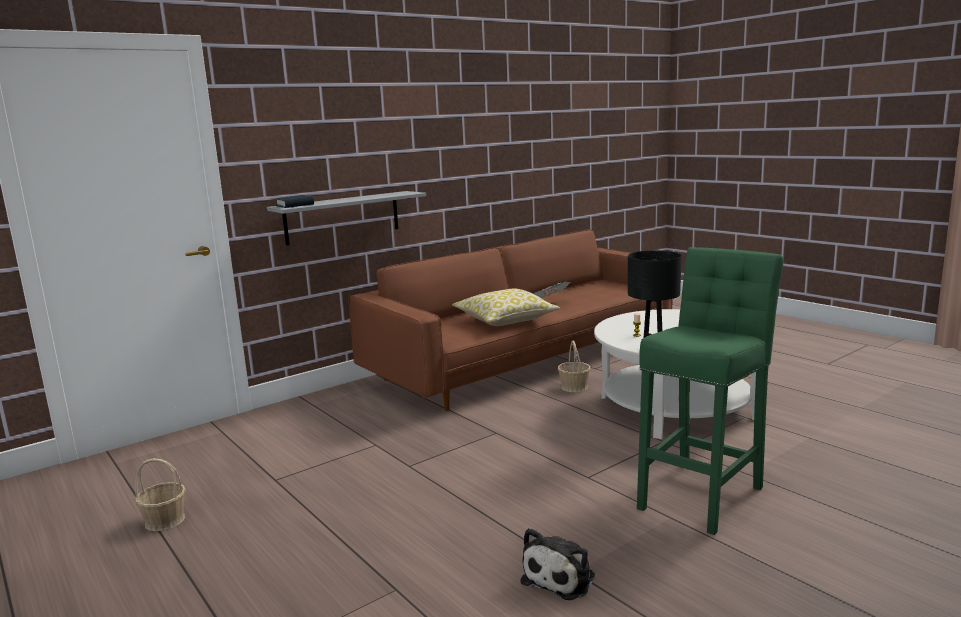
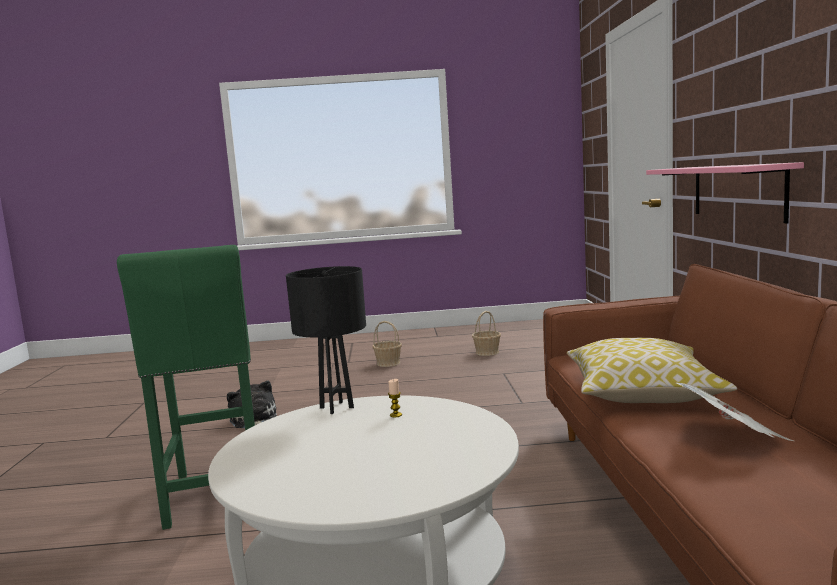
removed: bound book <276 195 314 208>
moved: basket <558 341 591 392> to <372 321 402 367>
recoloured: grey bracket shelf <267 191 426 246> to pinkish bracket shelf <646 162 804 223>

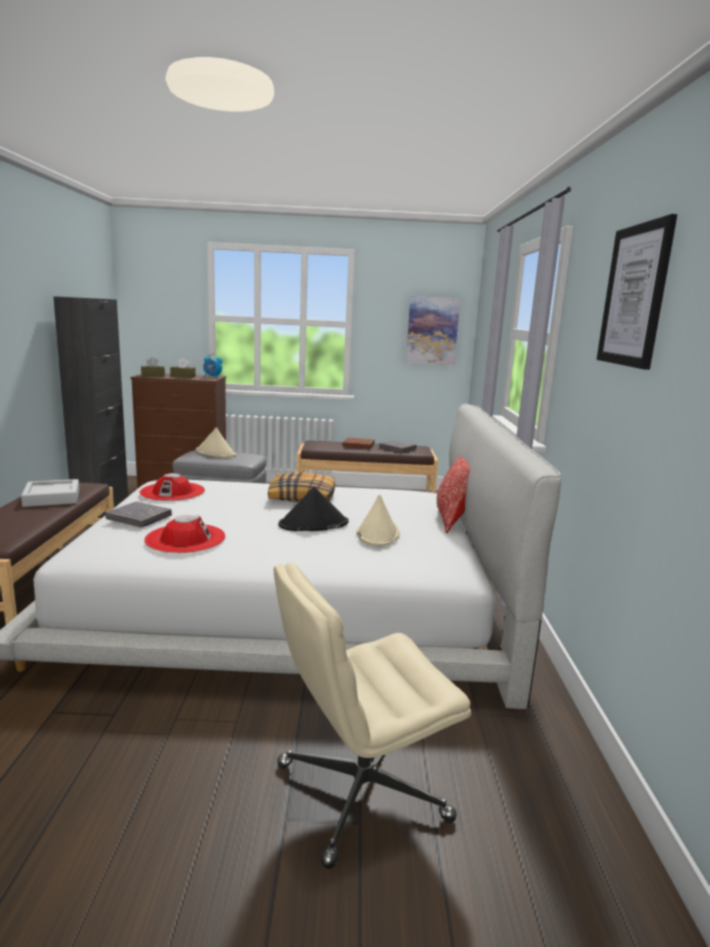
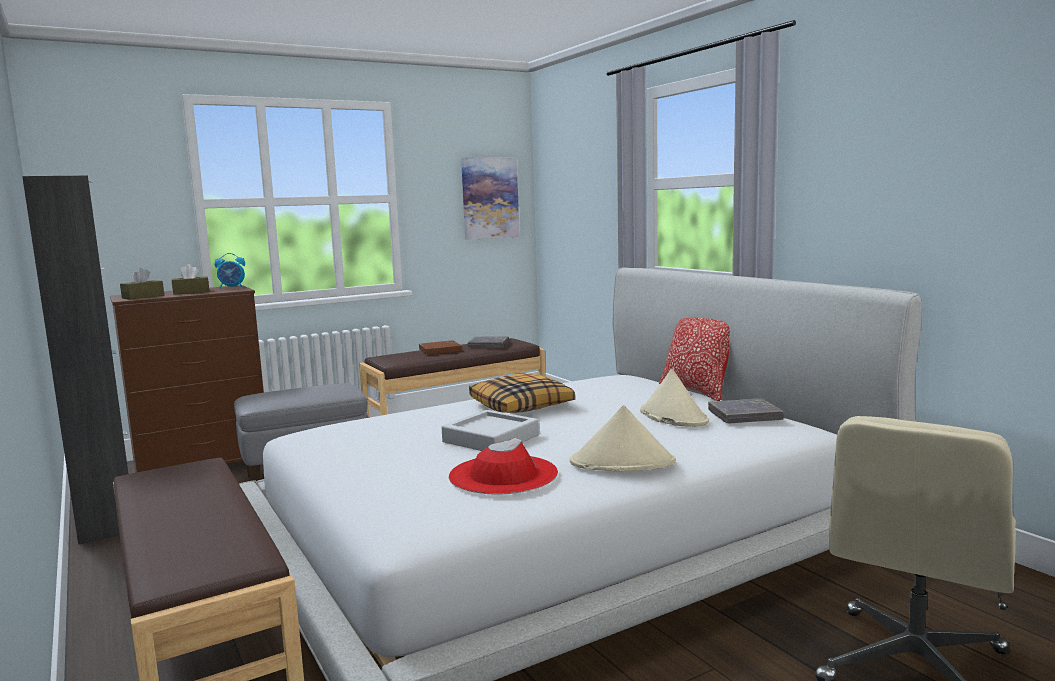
removed: picture <597 214 677 370>; red-coloured hat <140 473 205 501>; black-coloured hat <278 486 349 531>
moved: beige-coloured hat <196 427 236 458> to <570 405 676 471>; grey carrying tray <21 479 79 507> to <441 410 539 451>; grey bound book <105 501 172 528> to <708 398 784 423>

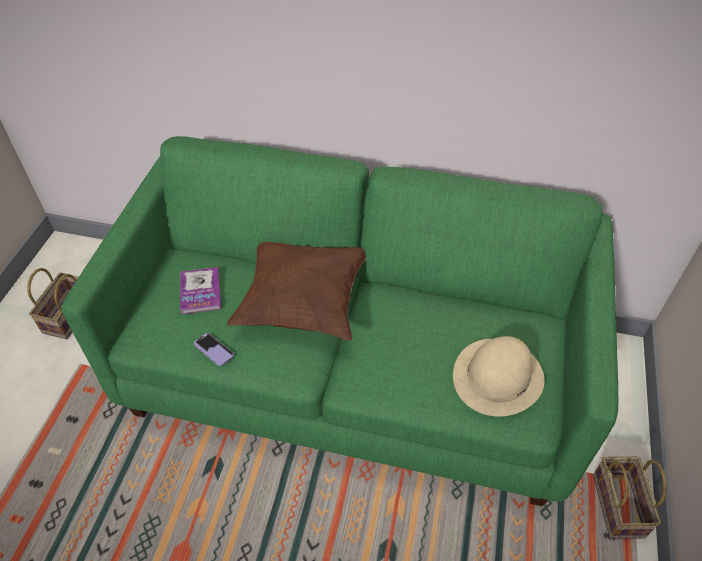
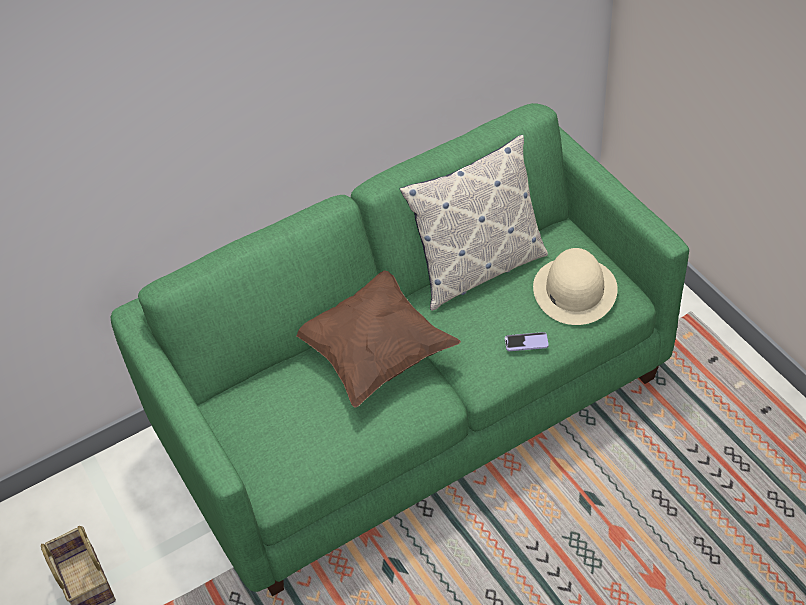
removed: bound book <180 267 221 314>; basket <593 457 667 539>
added: pillow <400 135 548 311>
moved: handset <194 333 234 366> to <505 332 549 351>

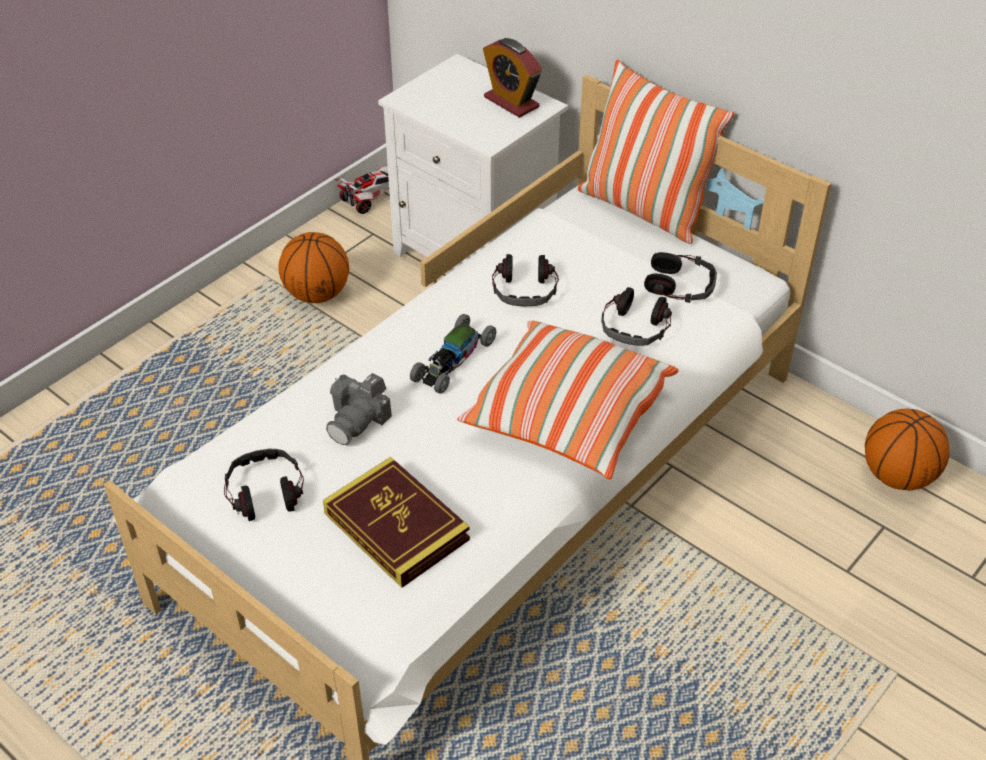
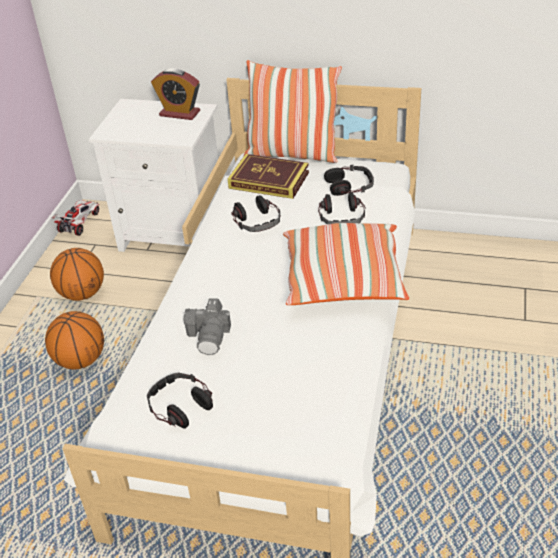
removed: miniature car <410 314 497 394>
moved: basketball <865 409 950 490> to <45 311 104 369>; bound book <323 457 470 588> to <228 154 309 199>

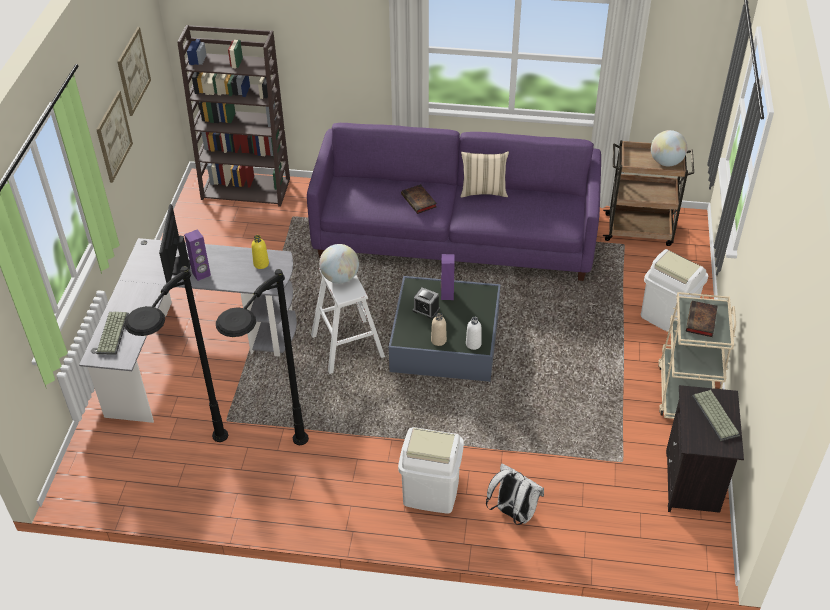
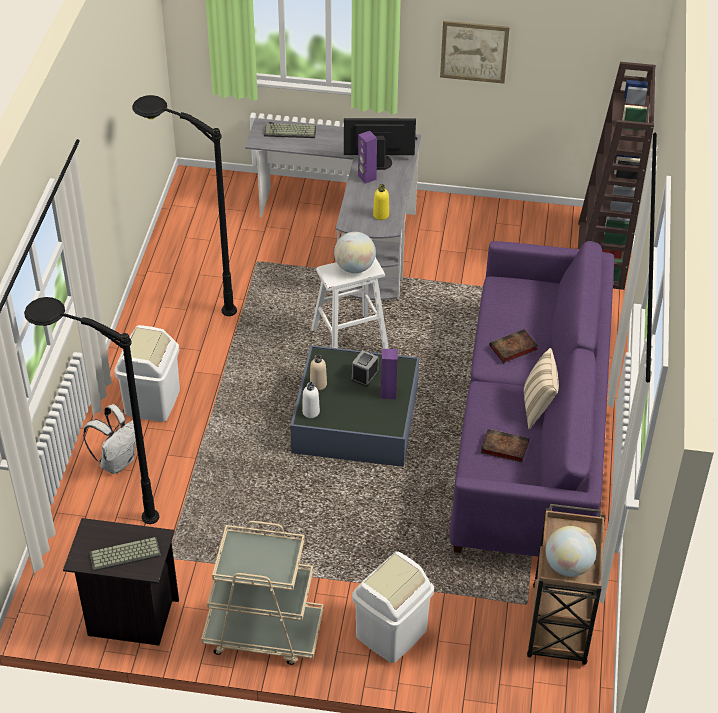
removed: picture <117 27 151 116>
moved: black-coloured floor lamp <124 266 228 442> to <24 297 159 524>; bound book <686 301 718 337> to <481 429 529 462>

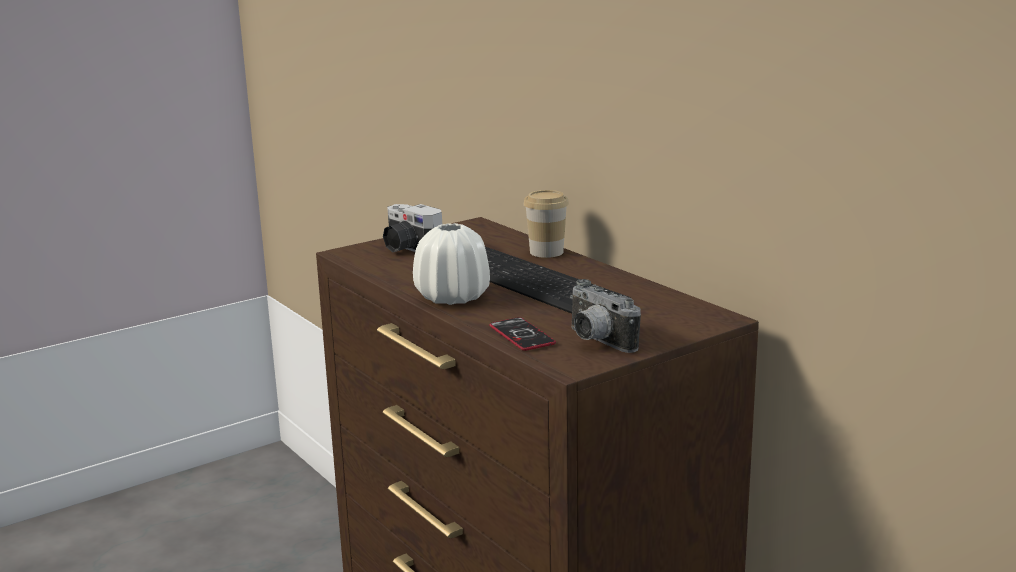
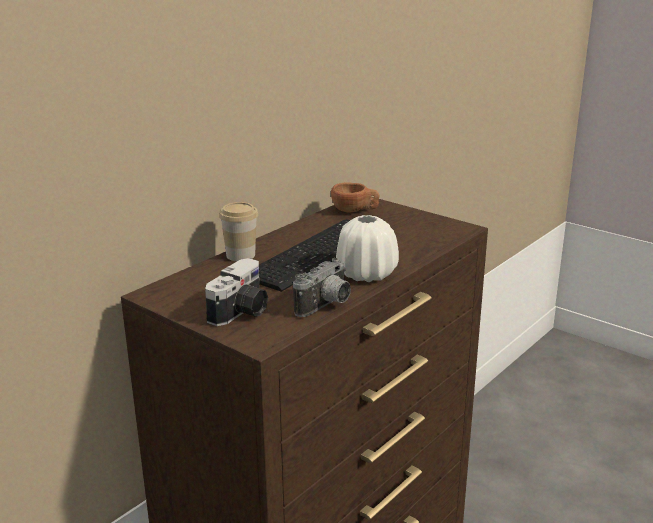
removed: handset <489 317 556 351>
added: brown cup <331 182 379 213>
moved: photo camera <570 279 641 353> to <293 258 351 317>

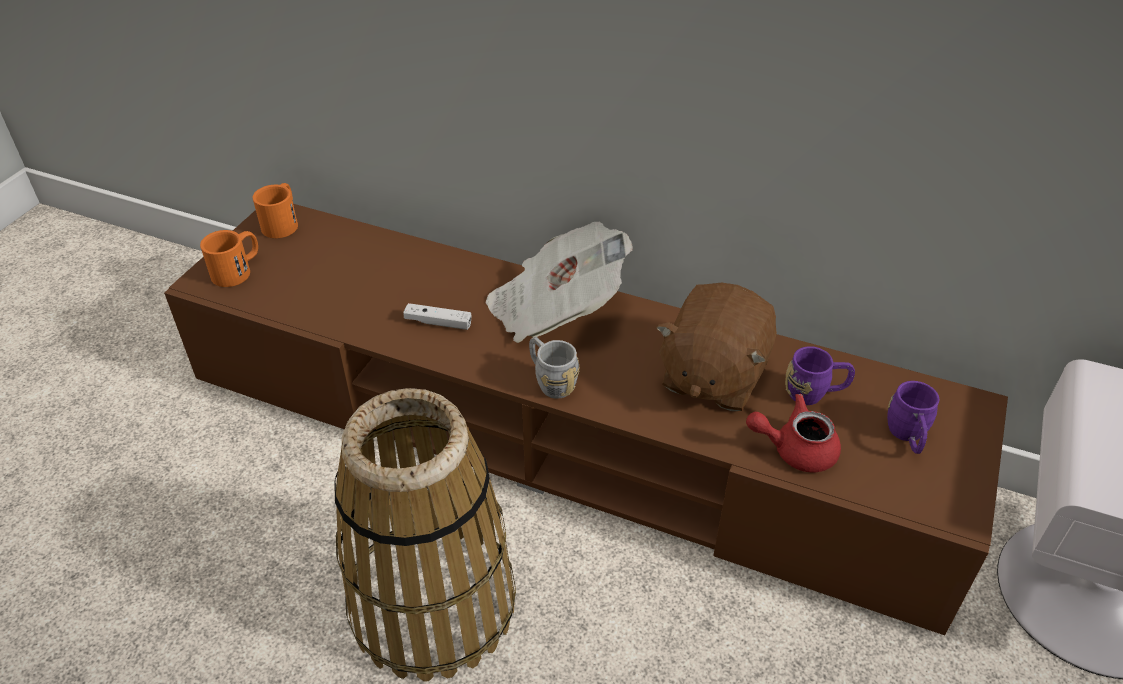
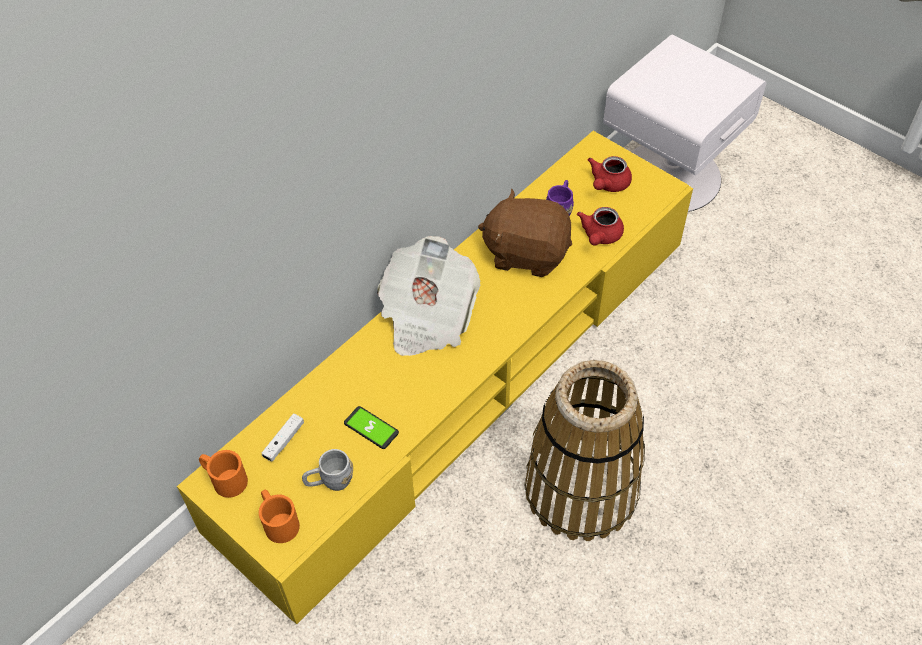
added: handset <344 406 399 449>
moved: white gamepad <403 303 471 330> to <262 414 304 462>; grey coffee mug <529 337 579 399> to <302 449 353 491>
replaced: purple-coloured coffee mug <887 381 939 454> to red-coloured tea pot <588 156 632 192>
recoloured: brown tv unit <164 204 1008 635> to yellow tv unit <177 131 693 624>
turned: brown cuddly toy <656 282 777 411> = <478 189 572 277> 150 degrees clockwise

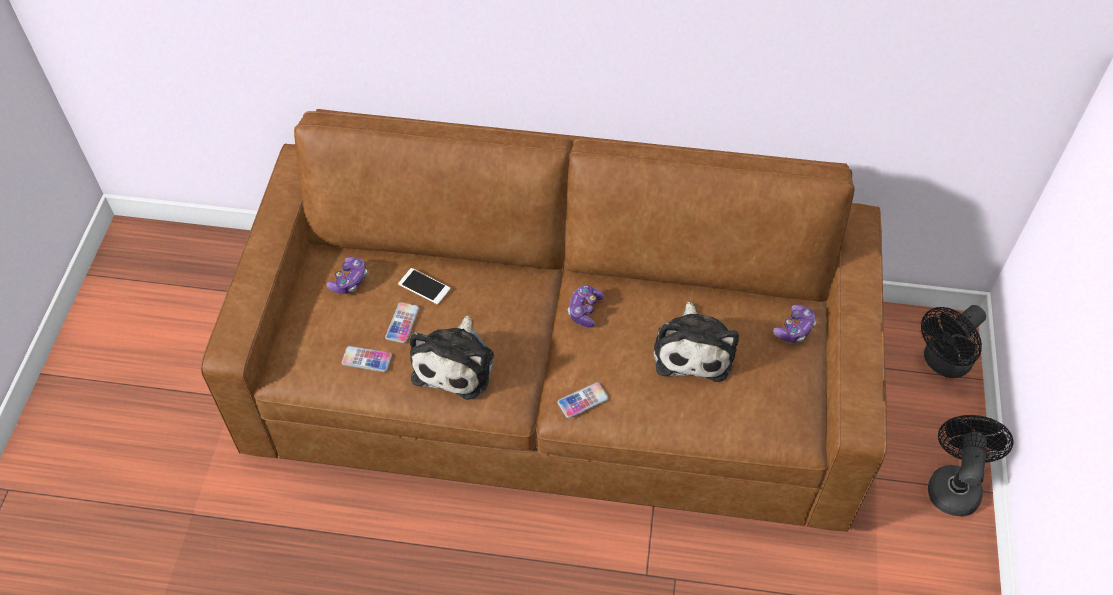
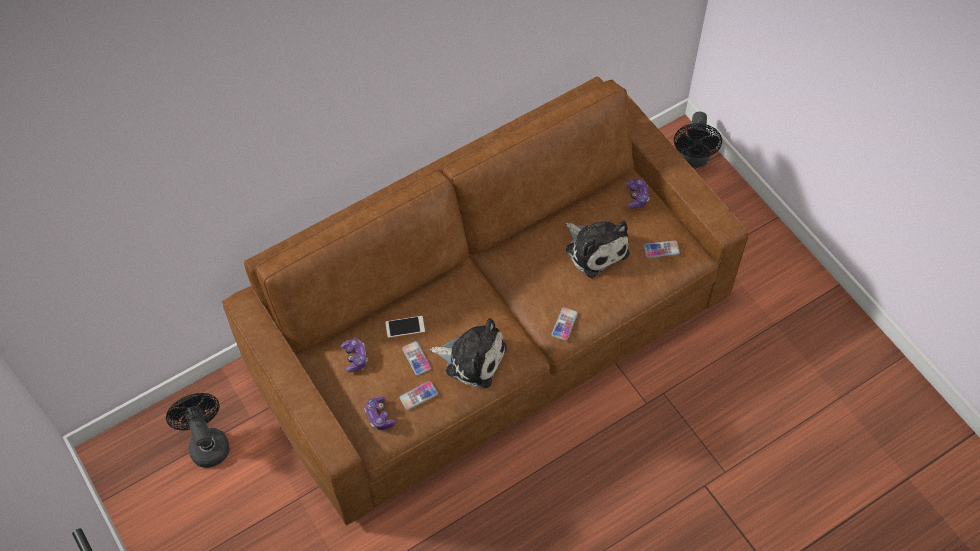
added: handset <644 241 680 258>
moved: gamepad <568 285 605 327> to <364 396 396 430>; black-coloured fan <928 415 1013 516> to <166 393 230 468>
turned: cuddly toy <409 316 494 400> = <430 318 507 388> 45 degrees counterclockwise

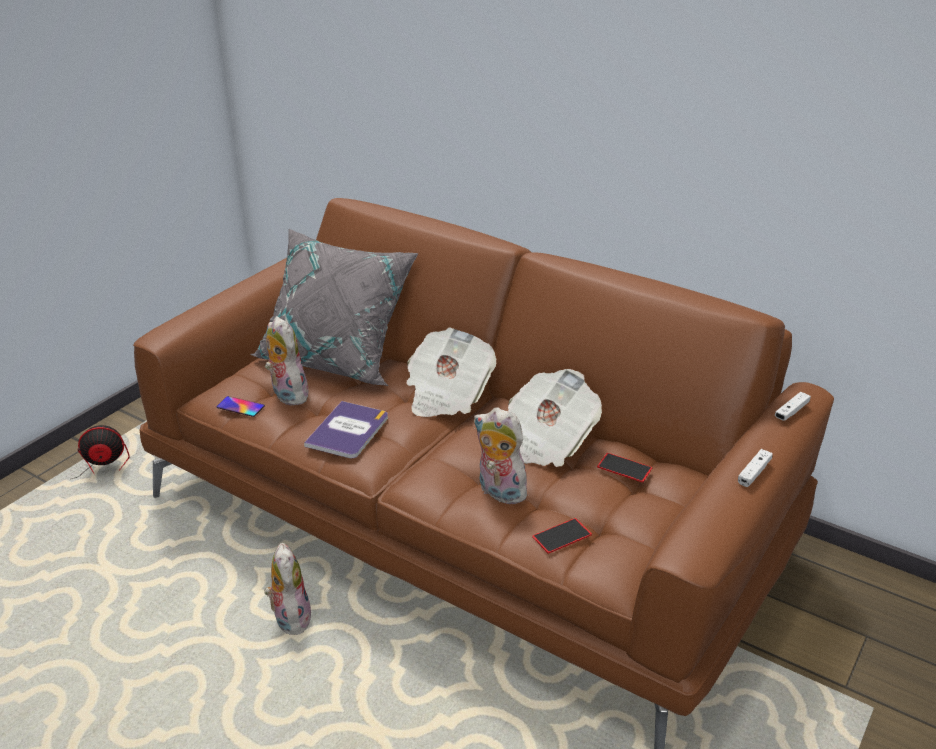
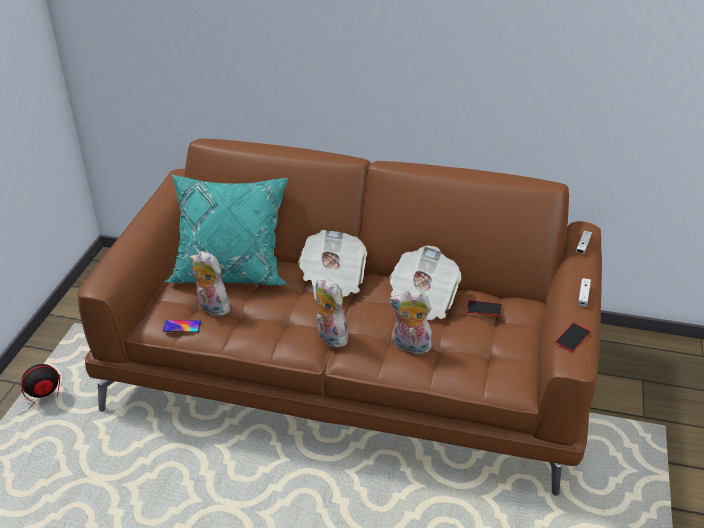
removed: bound book <304 401 388 458>
moved: handset <532 518 592 554> to <555 322 591 352>; cuddly toy <264 543 311 635> to <316 278 350 348>
recoloured: grey pillow <250 229 419 386> to turquoise pillow <165 175 288 286>

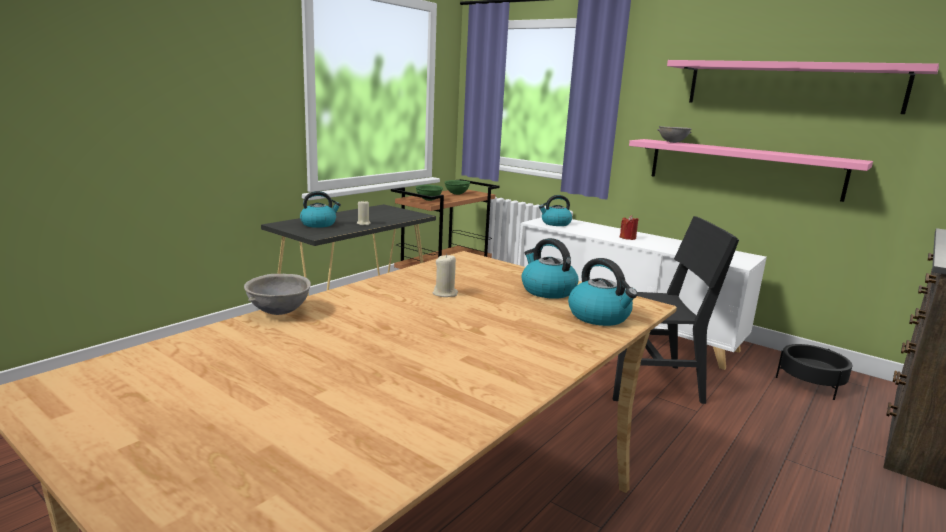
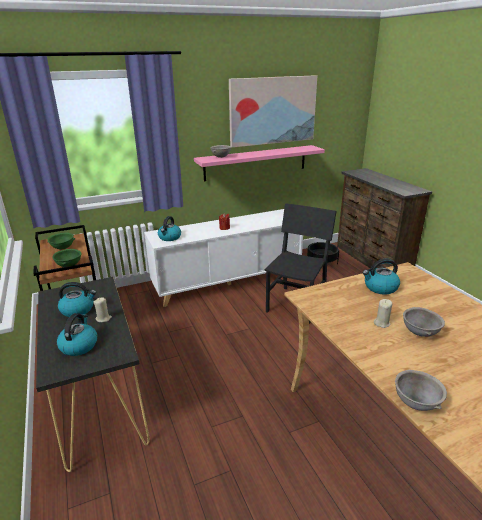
added: grey serving bowl <403 307 445 337>
moved: kettle <568 258 638 326> to <58 282 96 317>
replaced: pinkish bracket shelf <667 60 939 114> to picture <229 75 317 147>

